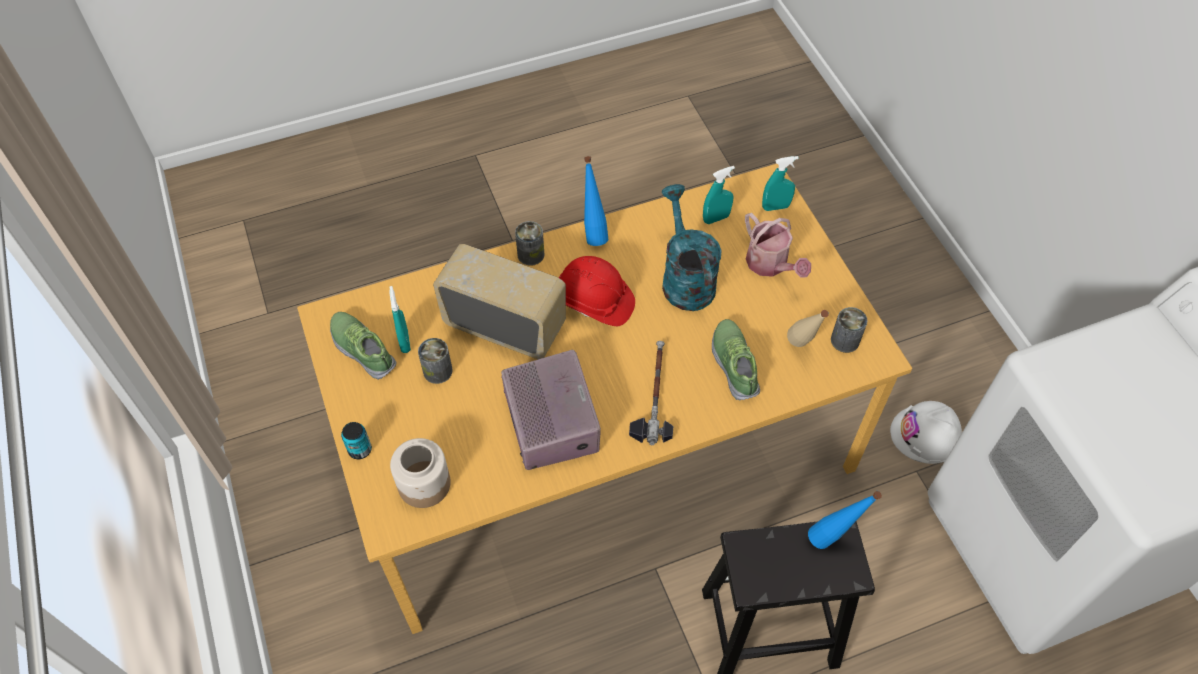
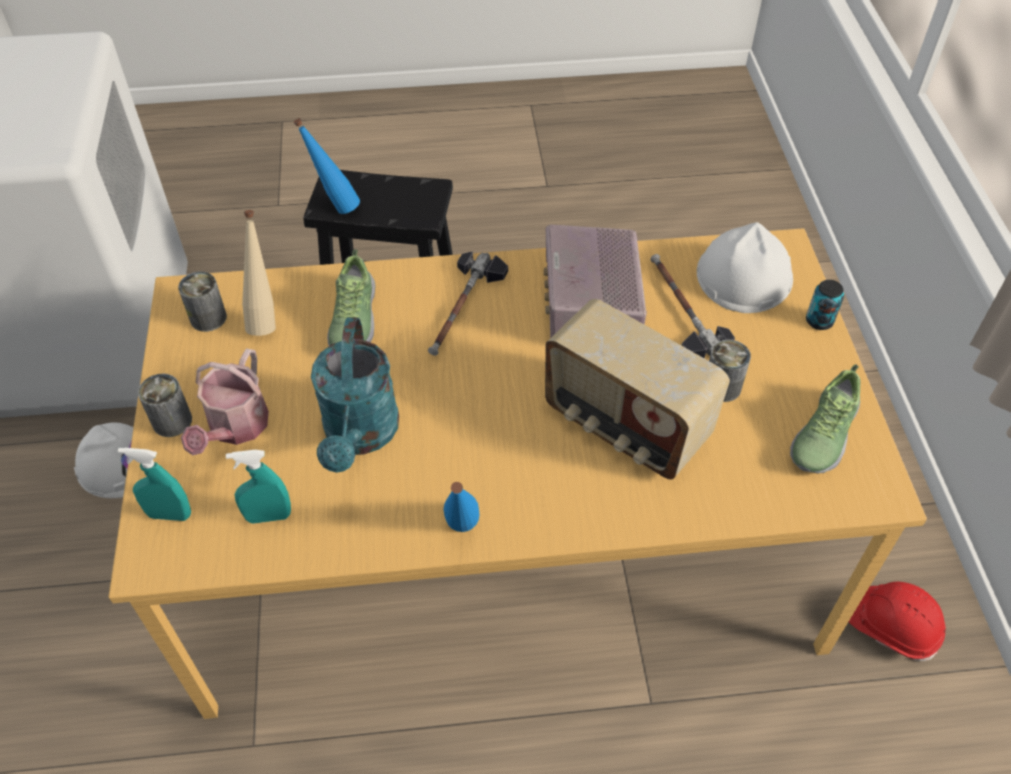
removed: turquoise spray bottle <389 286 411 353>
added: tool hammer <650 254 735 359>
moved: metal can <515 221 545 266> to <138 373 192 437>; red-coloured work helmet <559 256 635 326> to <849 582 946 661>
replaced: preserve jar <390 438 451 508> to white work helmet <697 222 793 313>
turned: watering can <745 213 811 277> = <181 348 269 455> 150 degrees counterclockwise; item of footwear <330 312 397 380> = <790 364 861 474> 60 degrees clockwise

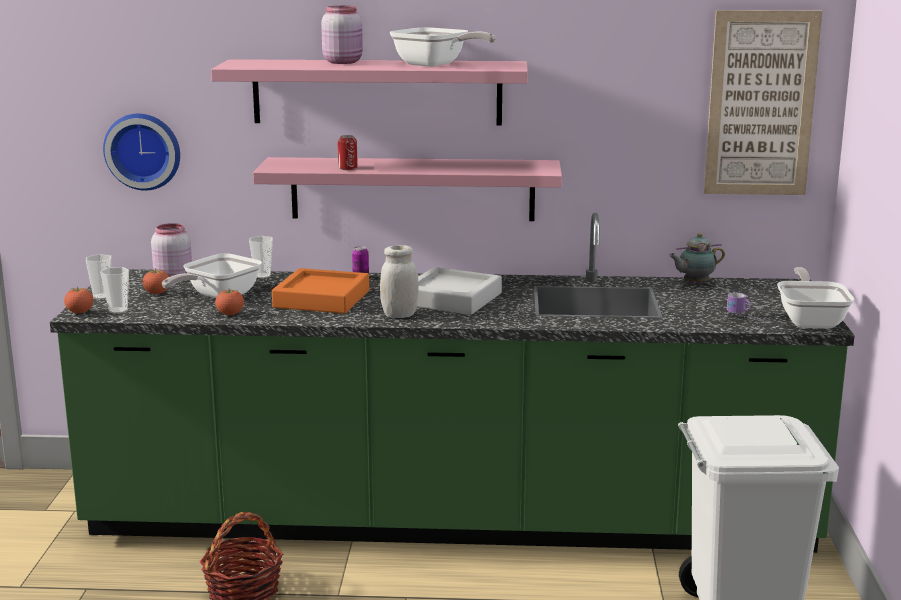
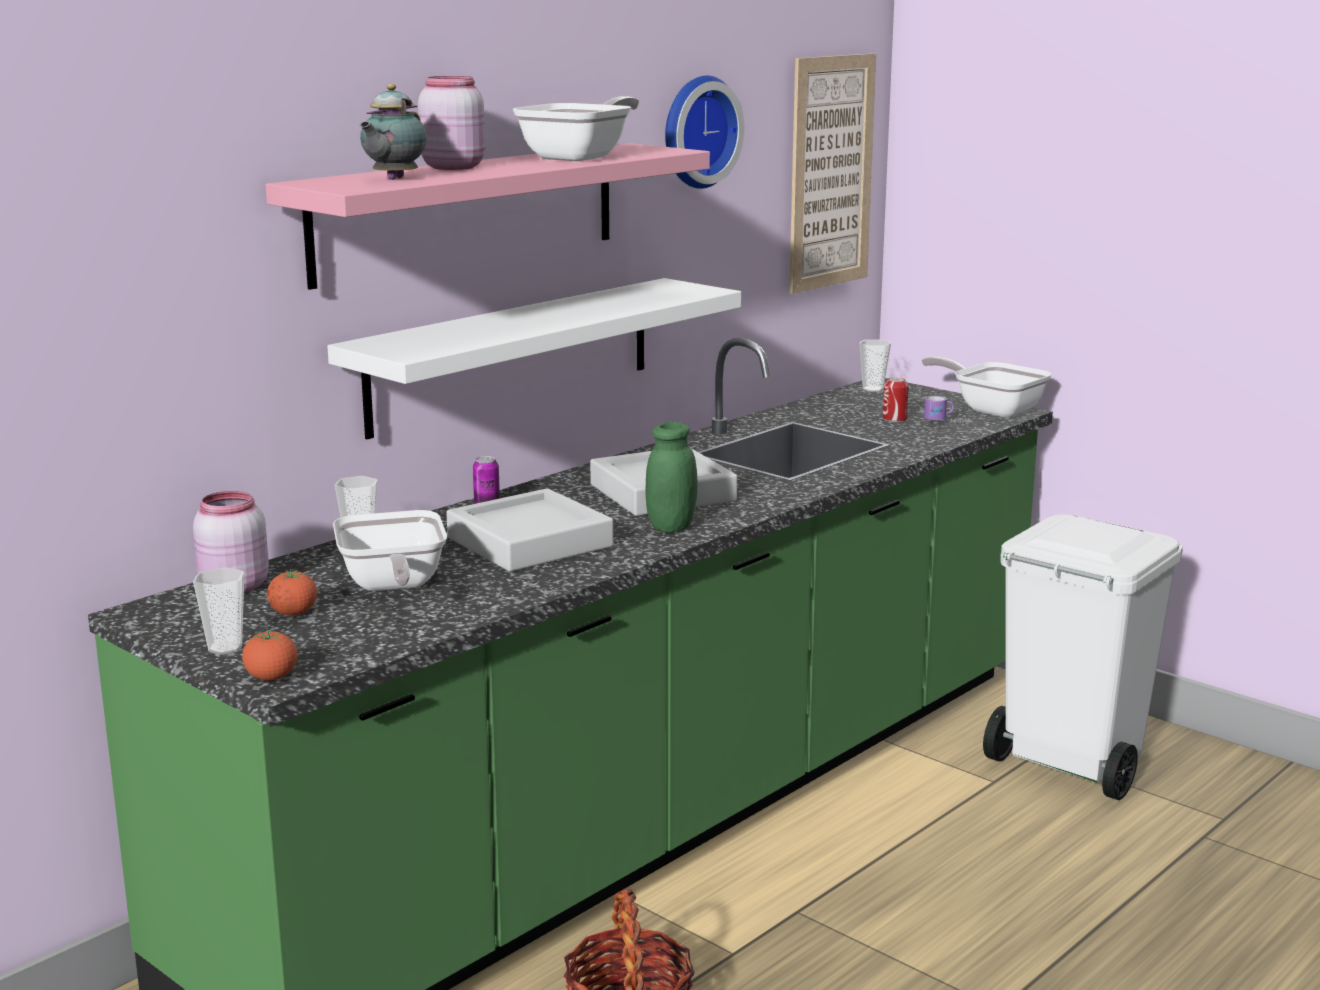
removed: whole tomato <215 289 244 315>
moved: clock on the wall <103 114 180 191> to <665 75 744 189>; metal can <337 135 358 170> to <883 377 909 422>; tea pot <669 233 725 284> to <359 84 427 180>; cup <100 267 129 314> to <859 339 891 392>
recoloured: pinkish bracket shelf <253 157 562 221> to white bracket shelf <327 278 741 439>; white preserve jar <380 245 419 318> to green-coloured preserve jar <646 422 698 533>; orangey carrying tray <272 268 369 314> to grey carrying tray <446 488 613 572>
turned: frying pan <390 27 496 67> = <513 96 639 161> 45 degrees counterclockwise

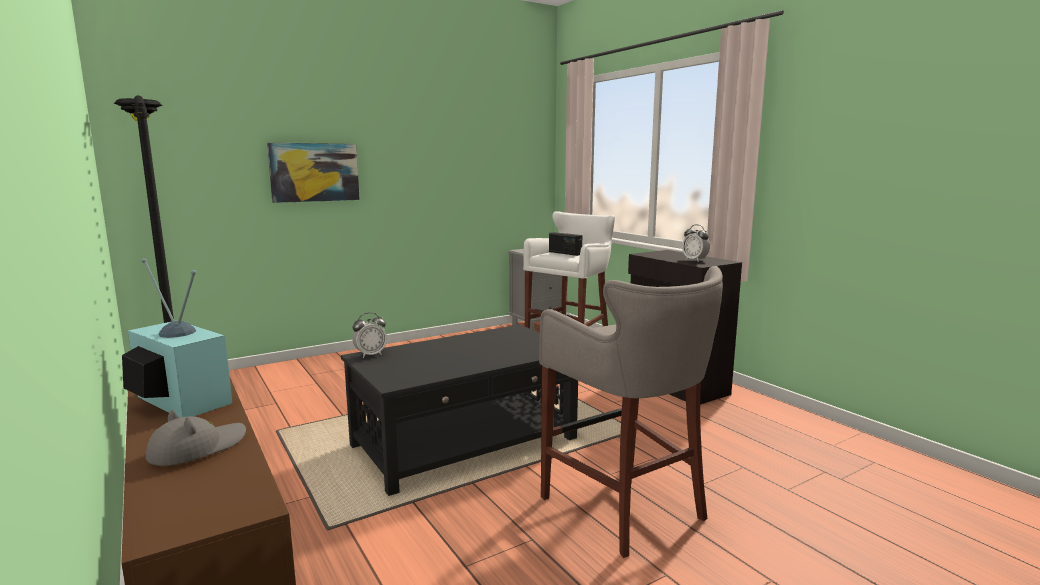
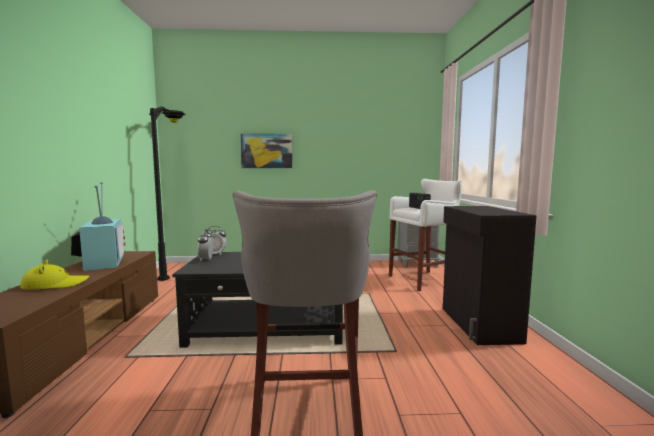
moved: alarm clock <682 225 710 262> to <197 229 214 261>
recoloured: grey hat <146 410 246 466> to yellow hat <20 259 89 290>

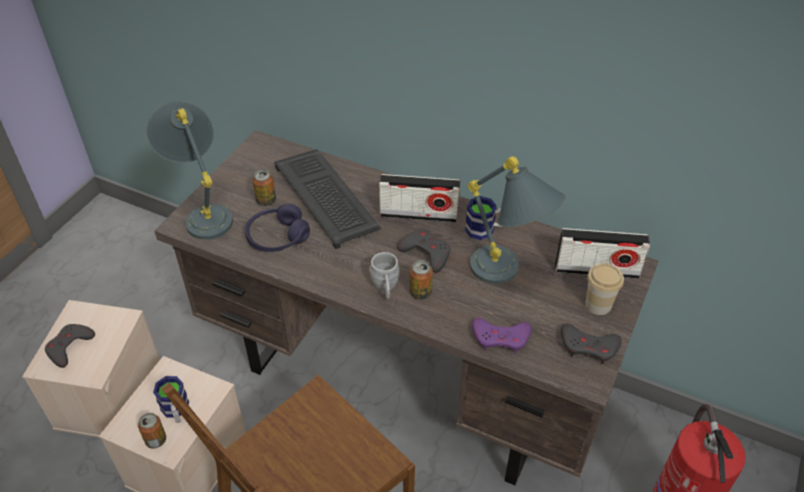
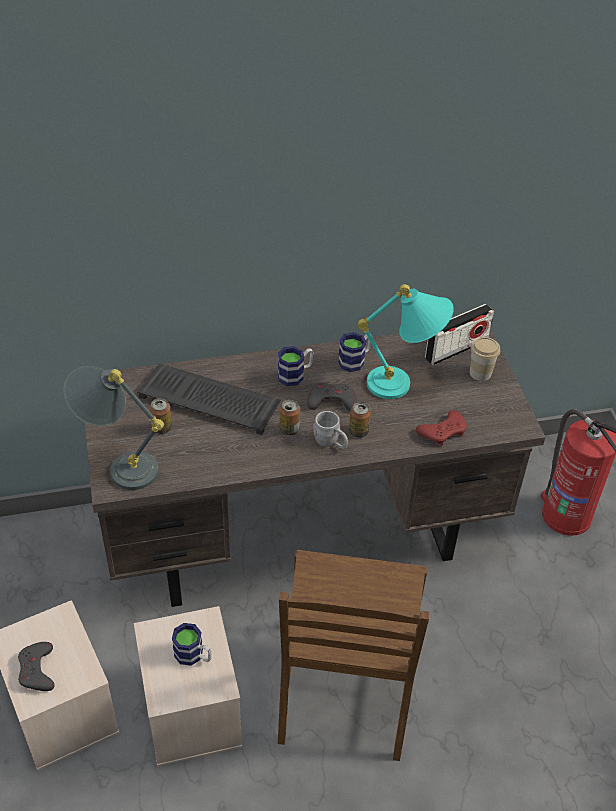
removed: purple-coloured headphones <245 204 310 252>; grey gamepad <561 323 622 364>
moved: metal can <138 413 166 449> to <280 399 300 436>
replaced: radio <379 174 460 222> to coffee mug <278 346 313 386>
recoloured: grey lamp for a table <468 156 566 284> to turquoise lamp for a table <358 284 454 399>; purple-coloured gamepad <472 318 531 353> to red-coloured gamepad <416 410 467 446>

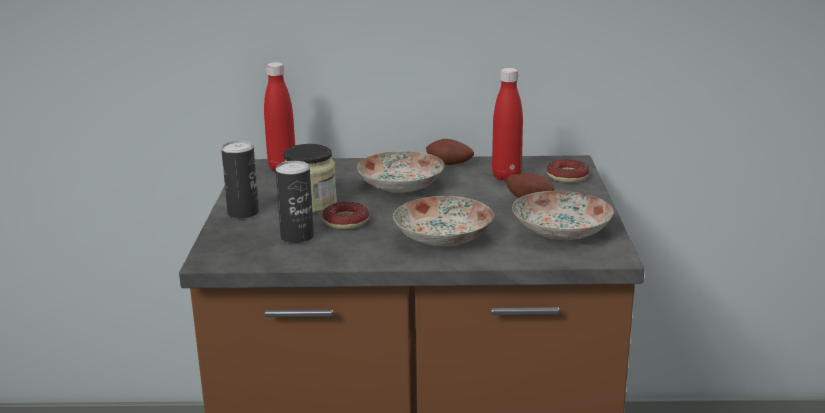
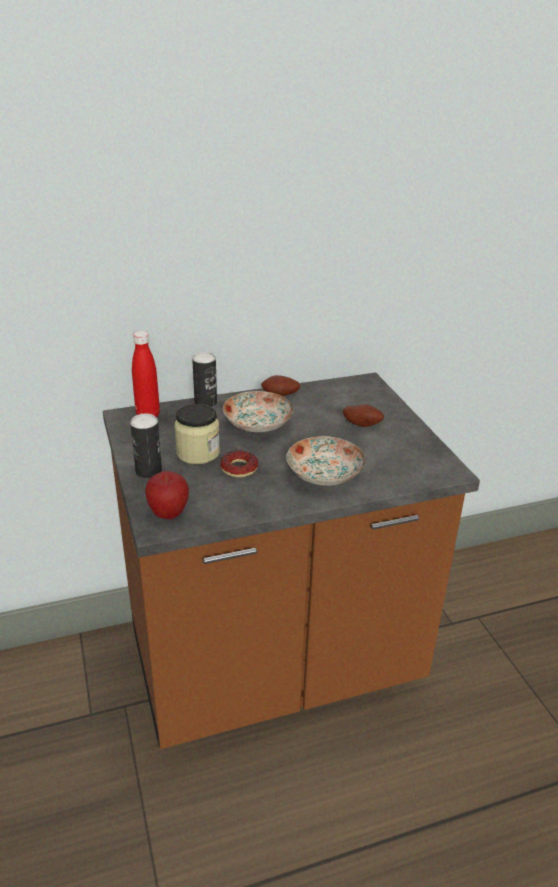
removed: red-coloured bottle <492 68 523 181>; doughnut <547 159 589 183>; plate <512 191 614 241>
added: apple <145 471 189 519>
moved: metal can <276 161 314 244> to <192 352 217 407>

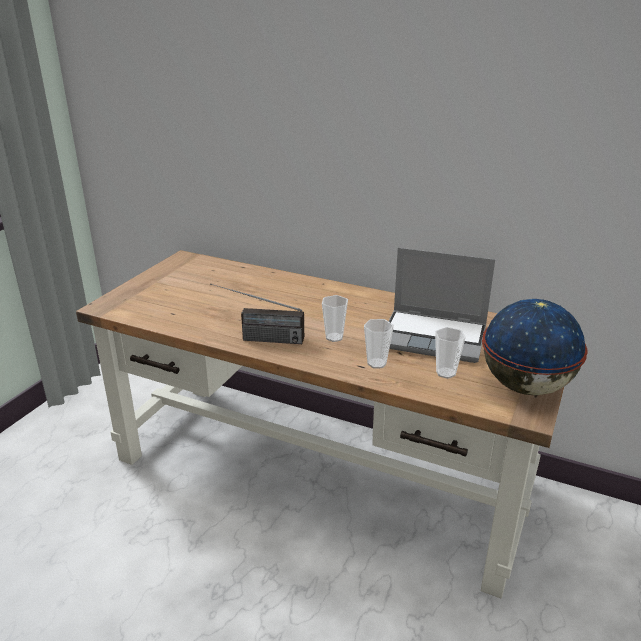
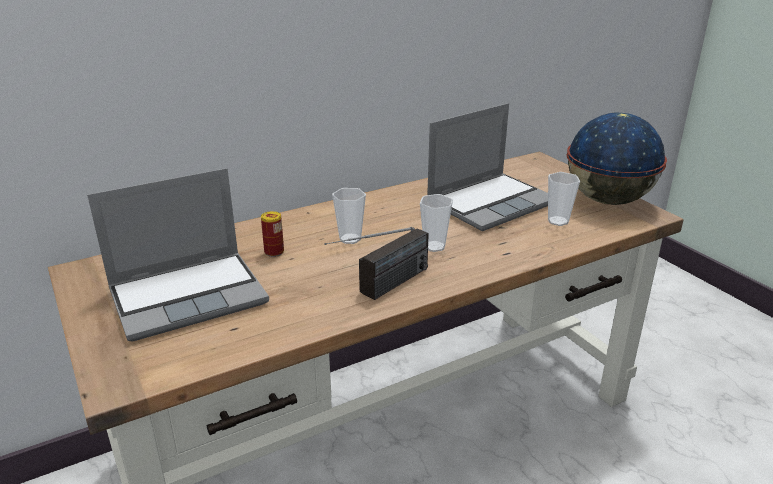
added: laptop <87 168 269 341>; metal can <261 211 284 257>
moved: cup <364 319 394 369> to <332 188 366 244>

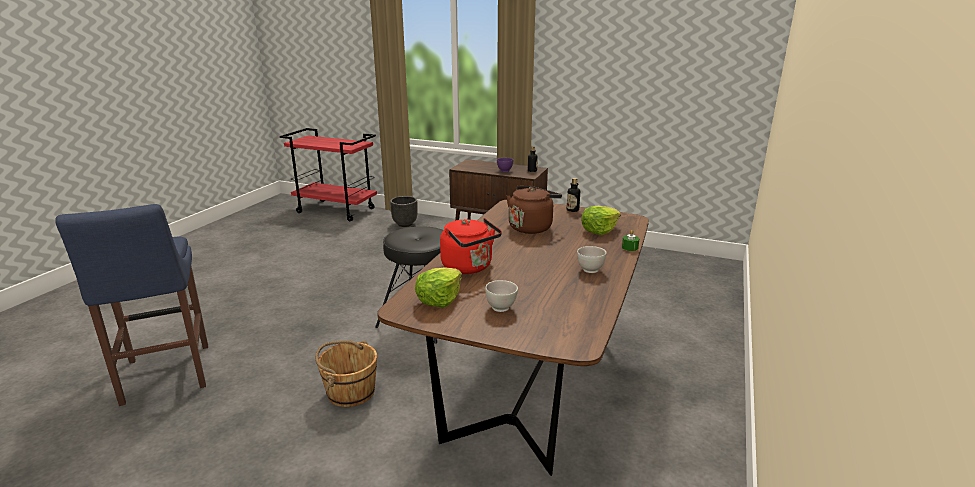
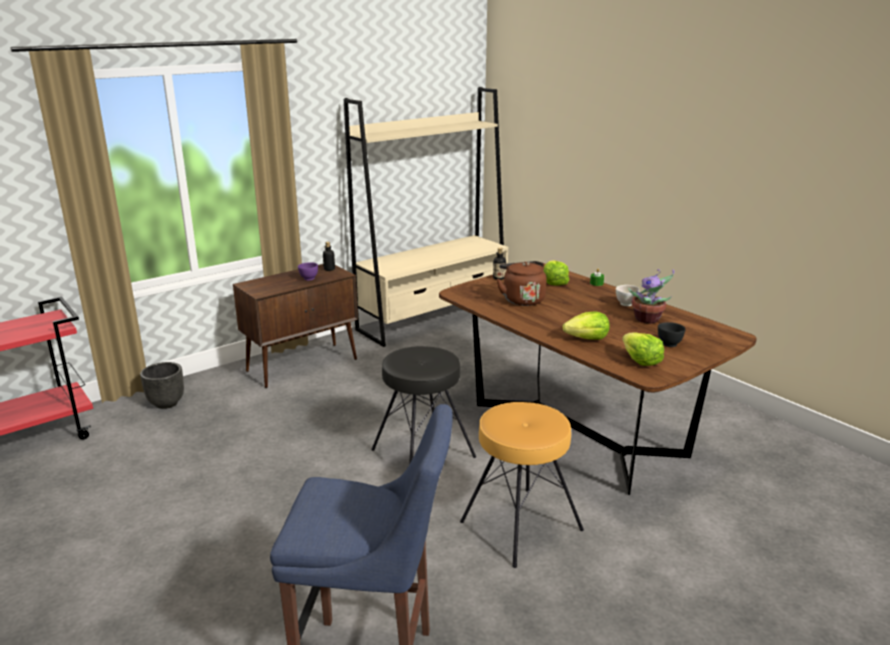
added: beige-coloured shelving unit <344 87 508 347>; potted plant <628 269 674 324>
replaced: red-coloured kettle <440 218 502 274> to lettuce <563 312 610 340>; brown pail <315 340 377 407> to brown sitting stool <460 402 584 568>
recoloured: white serving bowl <485 280 518 312> to black-coloured serving bowl <658 322 685 347>

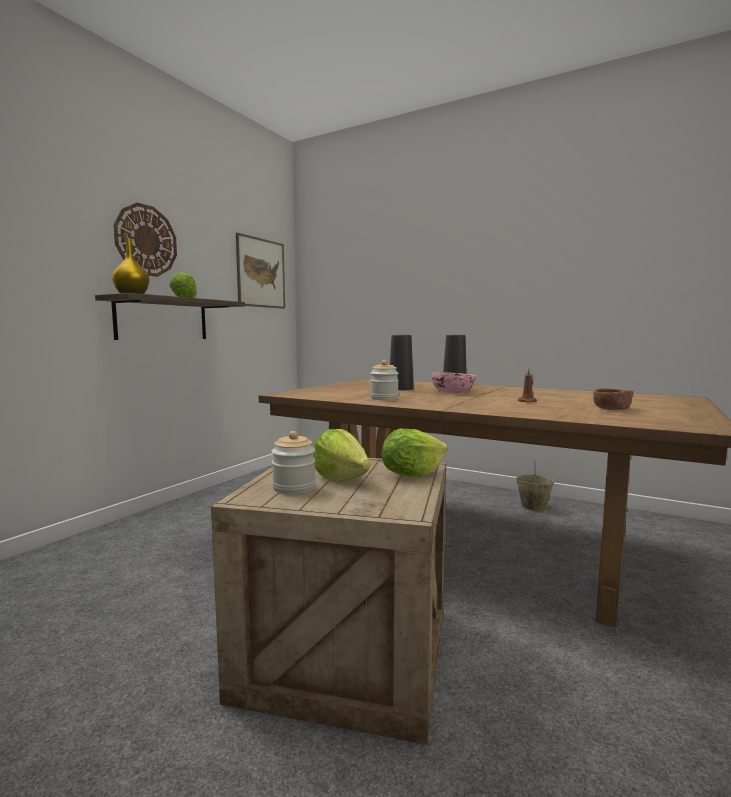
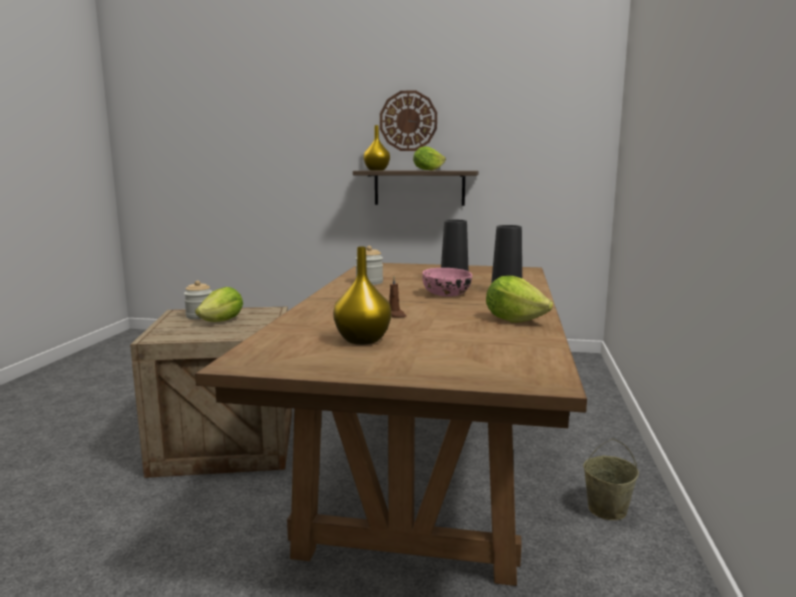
removed: picture <236 233 285 309>
moved: lettuce <382 429 448 477> to <486 276 553 323>
replaced: brown serving bowl <593 388 633 410> to yellow vase <333 247 392 345>

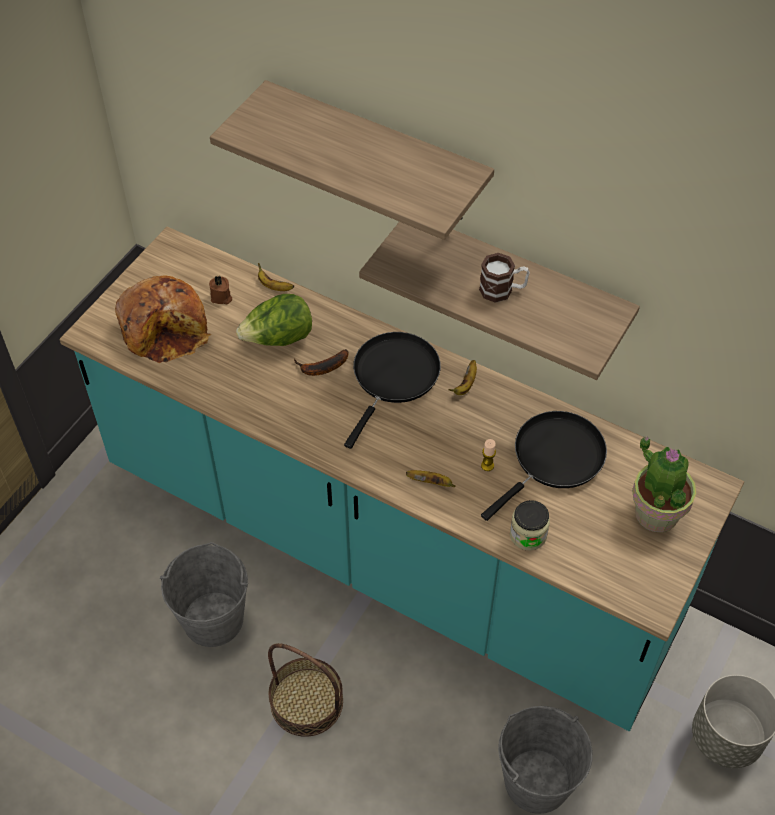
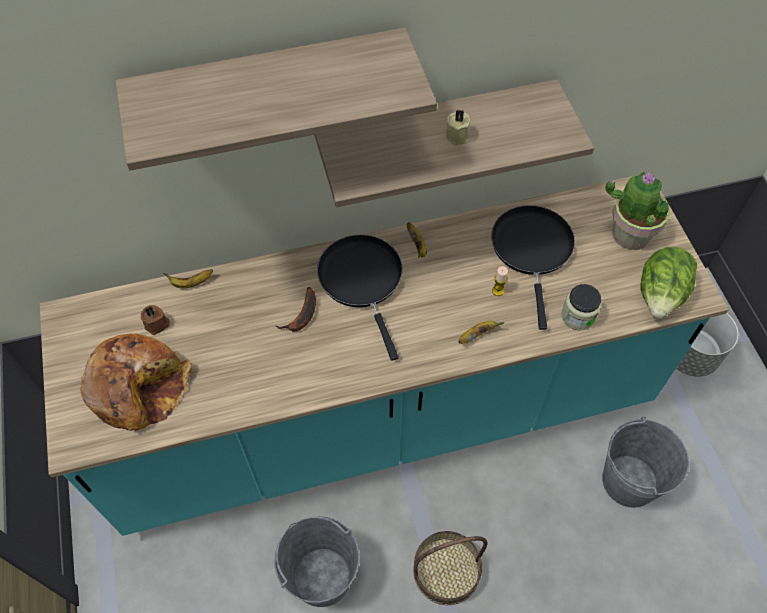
moved: lettuce <236 294 312 346> to <640 246 697 318>
replaced: coffee mug <479 253 530 303> to beige-coloured candle <446 110 470 146>

